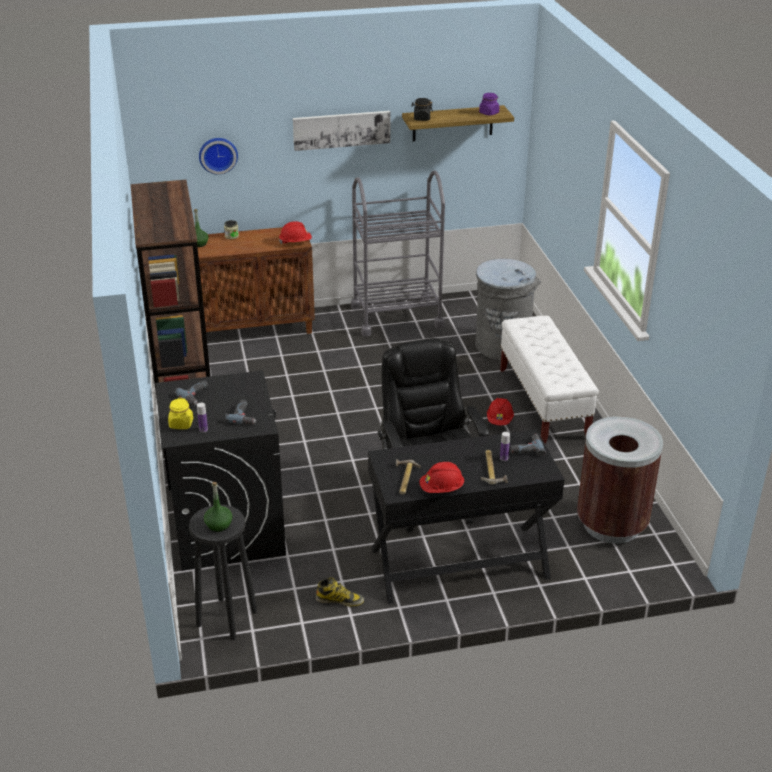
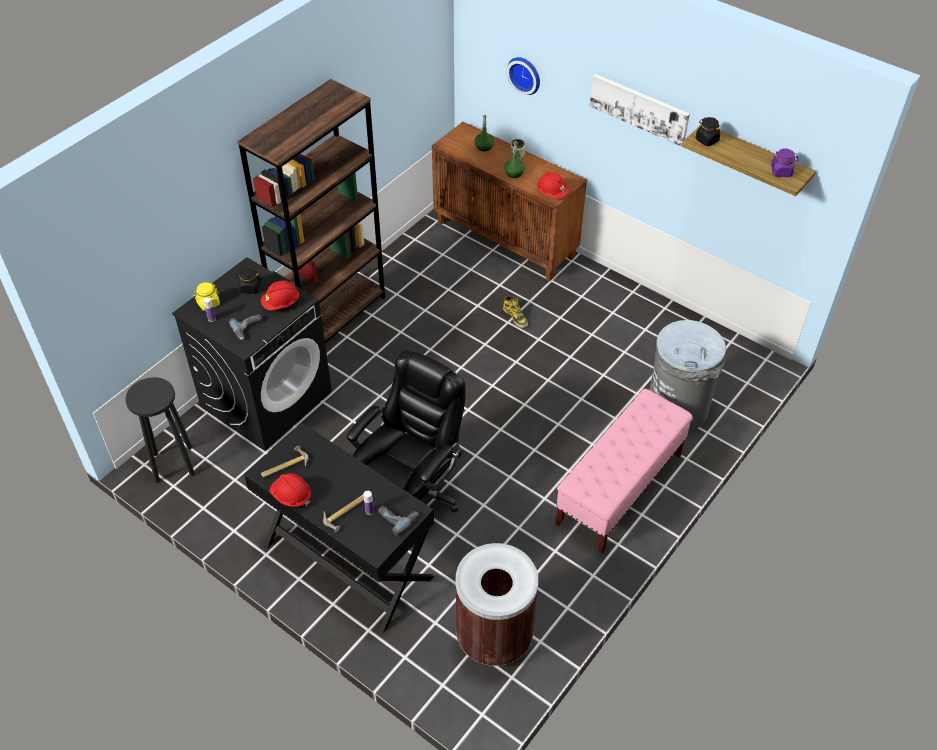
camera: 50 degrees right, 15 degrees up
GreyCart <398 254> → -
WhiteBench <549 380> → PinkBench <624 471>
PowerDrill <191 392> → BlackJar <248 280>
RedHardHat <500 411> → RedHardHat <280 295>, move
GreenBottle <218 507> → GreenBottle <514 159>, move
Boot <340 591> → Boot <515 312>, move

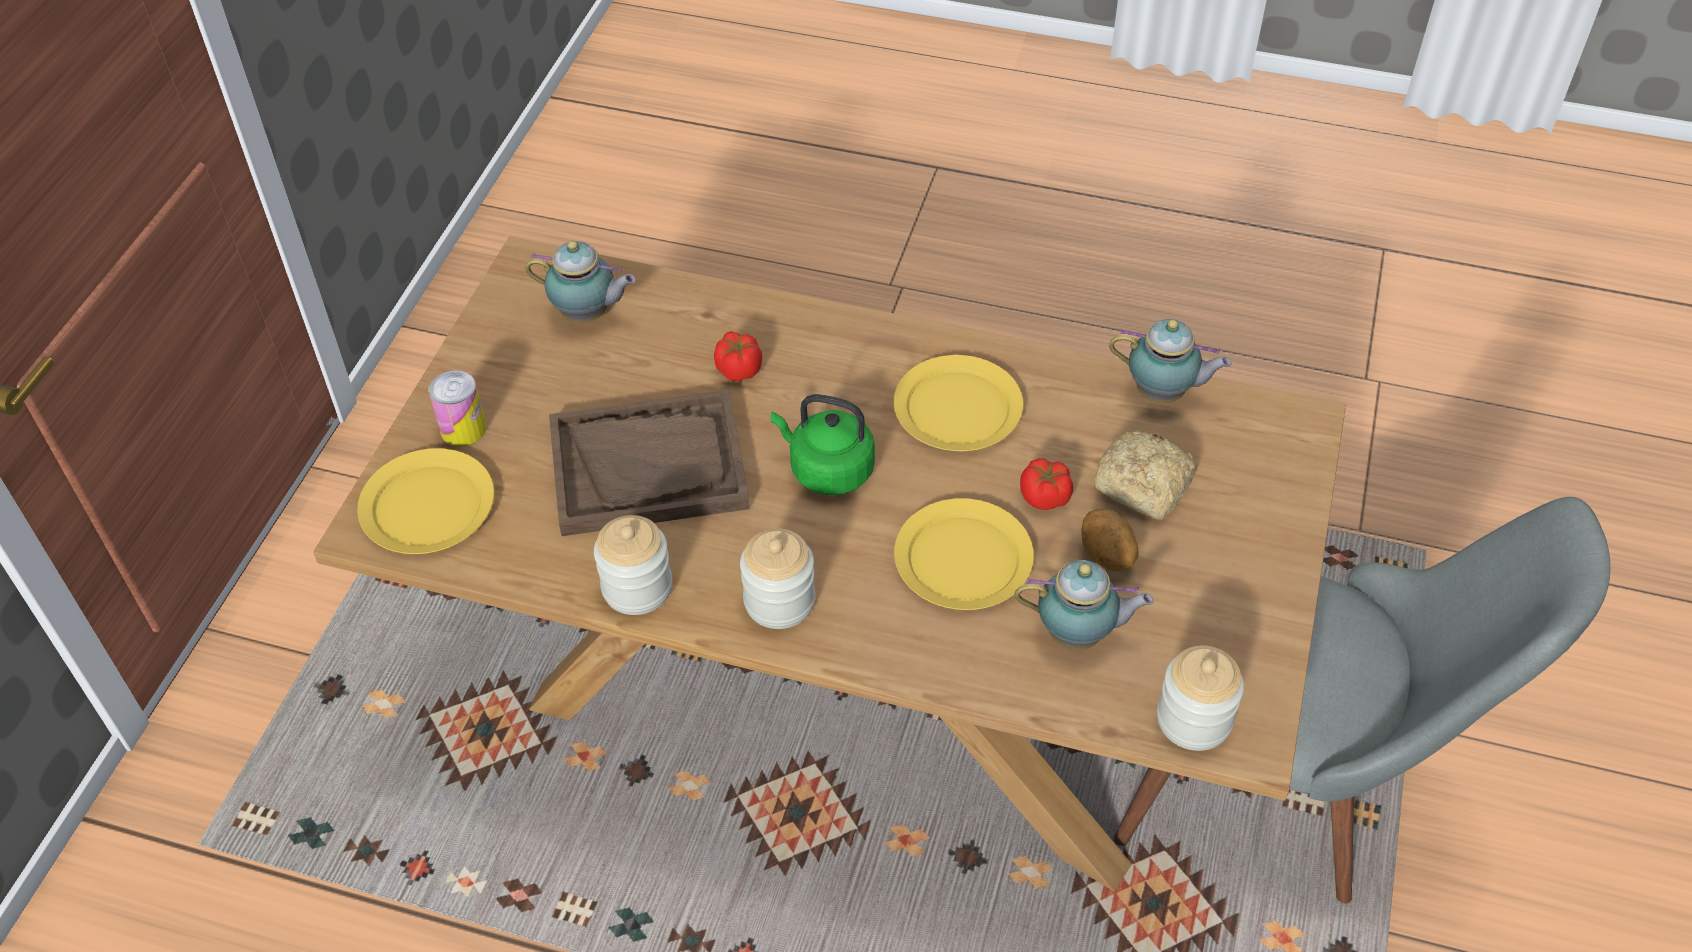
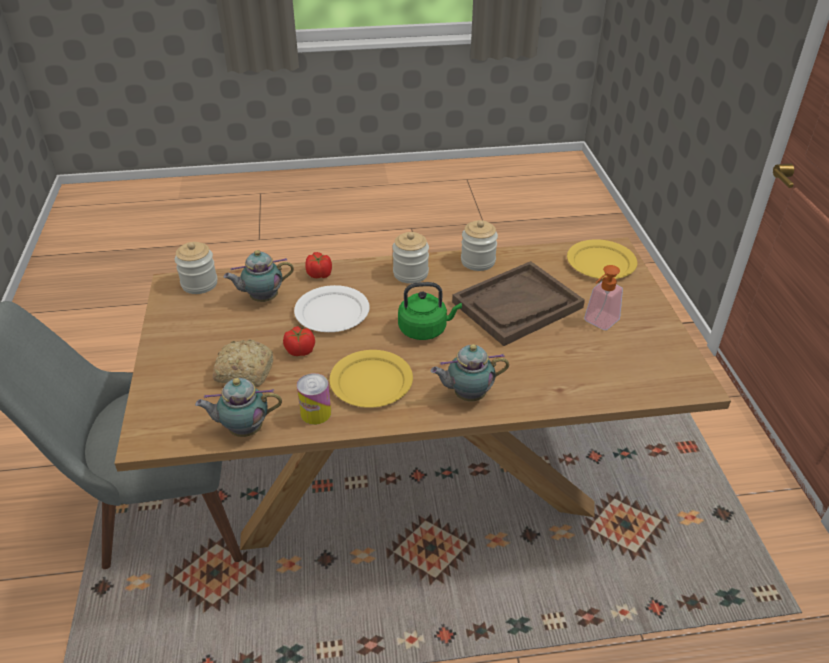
camera: 155 degrees right, 10 degrees down
Teapot <580 282> → Teapot <469 372>, move
Tomato <738 356> → Tomato <318 265>, move
Can <457 408> → Can <314 399>, move
YellowPlate <964 554> → WhitePlate <332 308>
Potato <1110 540> → -
- → SoapDispenser <603 297>

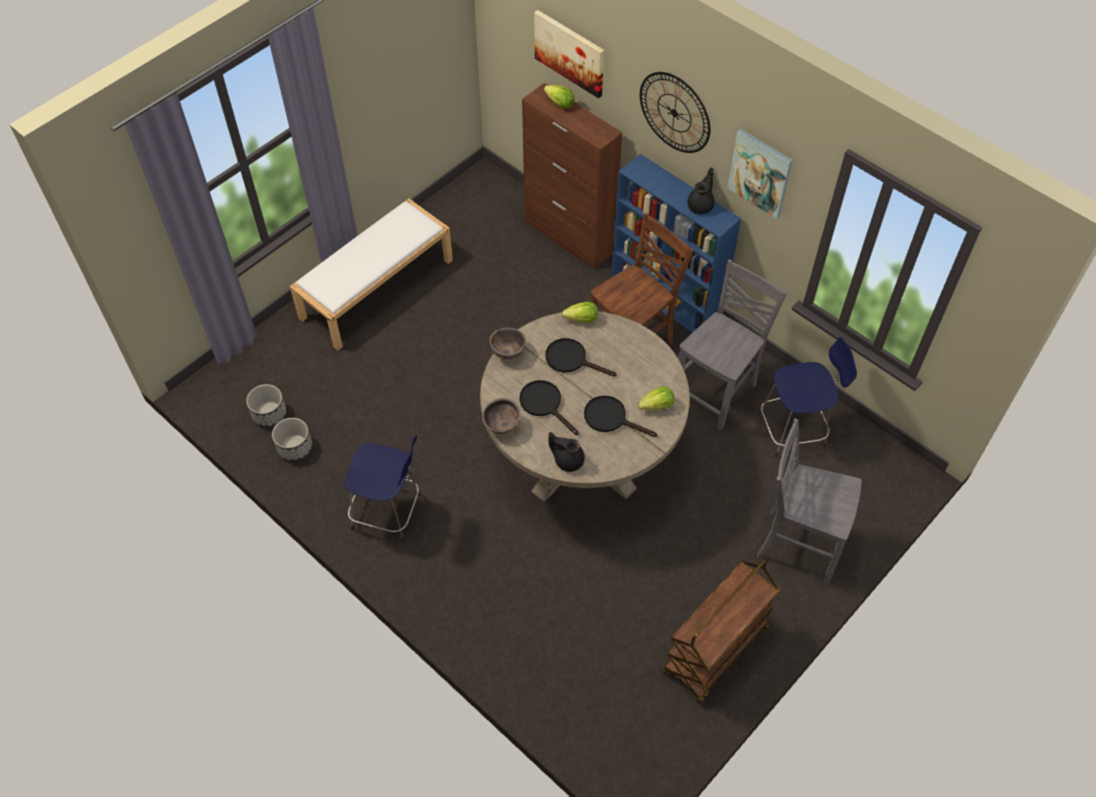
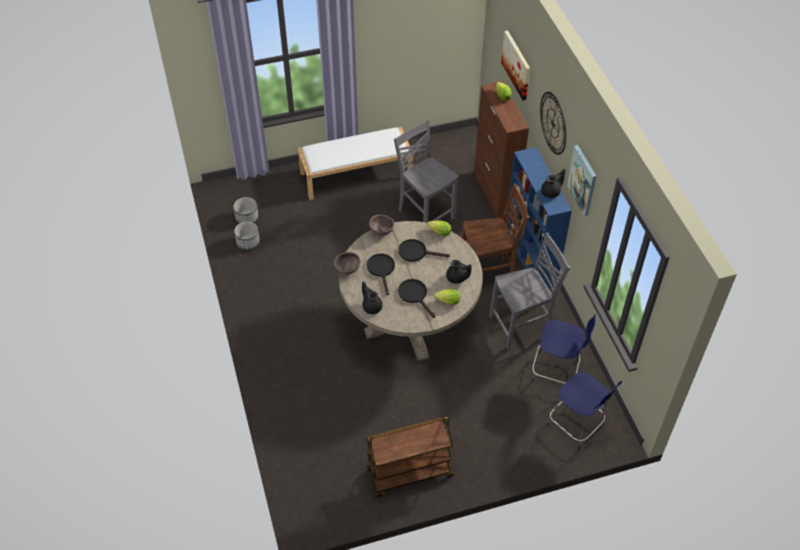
camera: 30 degrees right, 5 degrees down
BlackFryingPan <581 357> → BlackFryingPan <424 250>, 45 degrees counterclockwise
GreyChair <809 502> → GreyChair <426 171>, move
BlueStool <382 489> → BlueStool <584 411>, move
- → BlackTeapot <459 272>

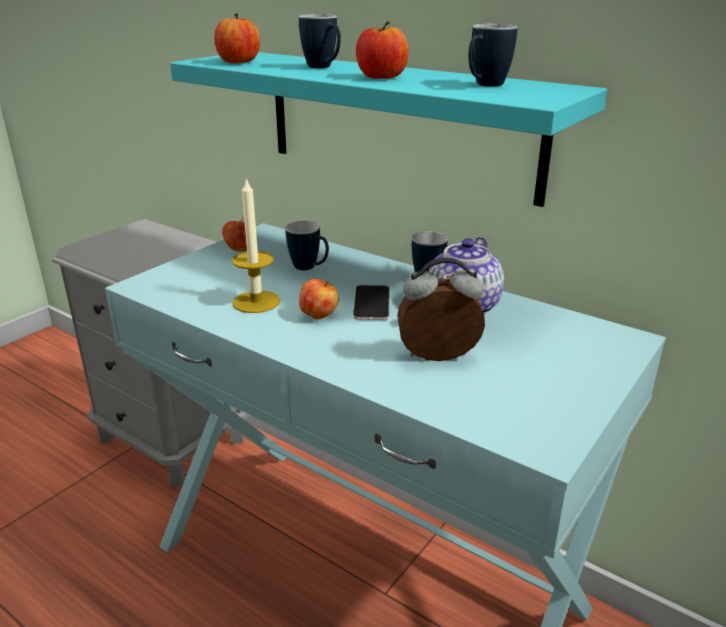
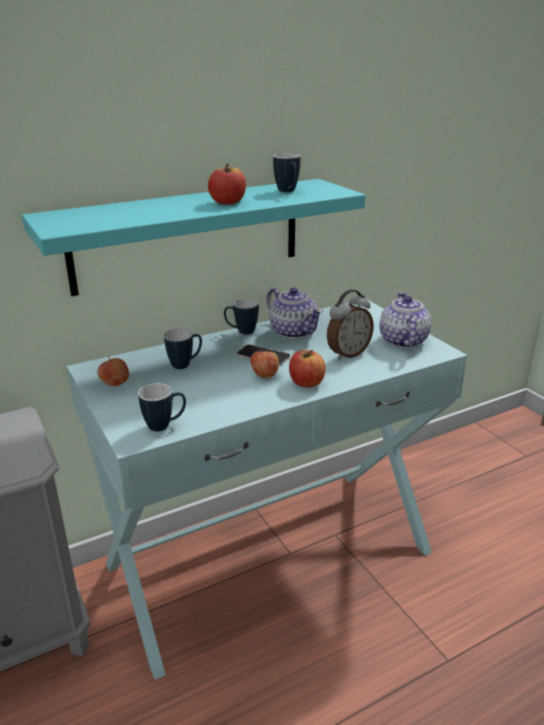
camera: 65 degrees left, 0 degrees up
Apple <237 38> → Apple <307 369>, move
Mug <320 41> → Mug <162 407>, move
Candle <256 245> → -
AlarmClock <441 309> → AlarmClock <350 324>, 150 degrees counterclockwise
- → Teapot <405 320>

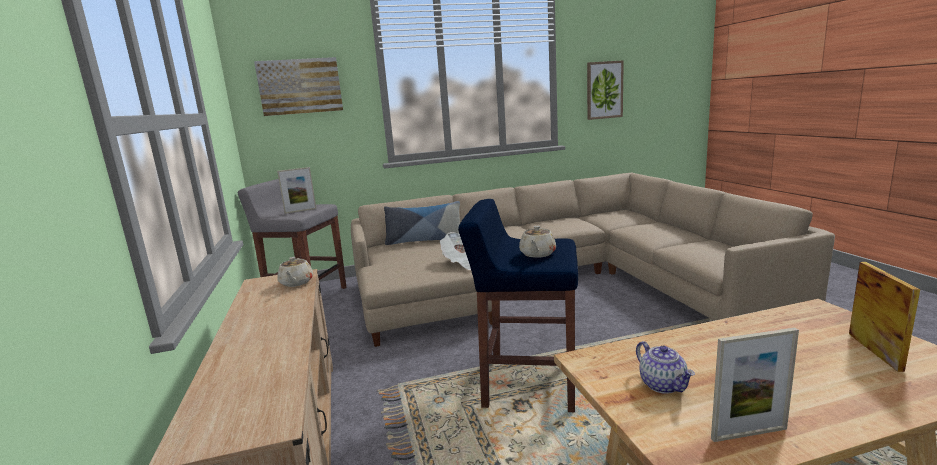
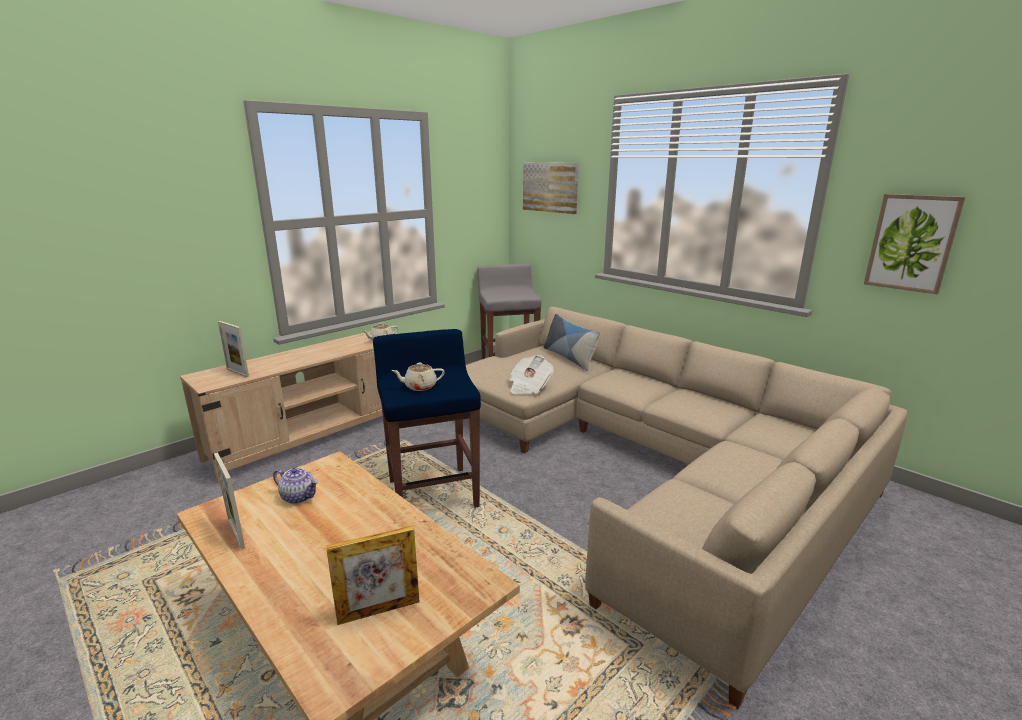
camera: 60 degrees right, 5 degrees up
PictureFrame <296 190> → PictureFrame <233 349>, move
Teapot <665 367> → Teapot <295 486>, 105 degrees counterclockwise

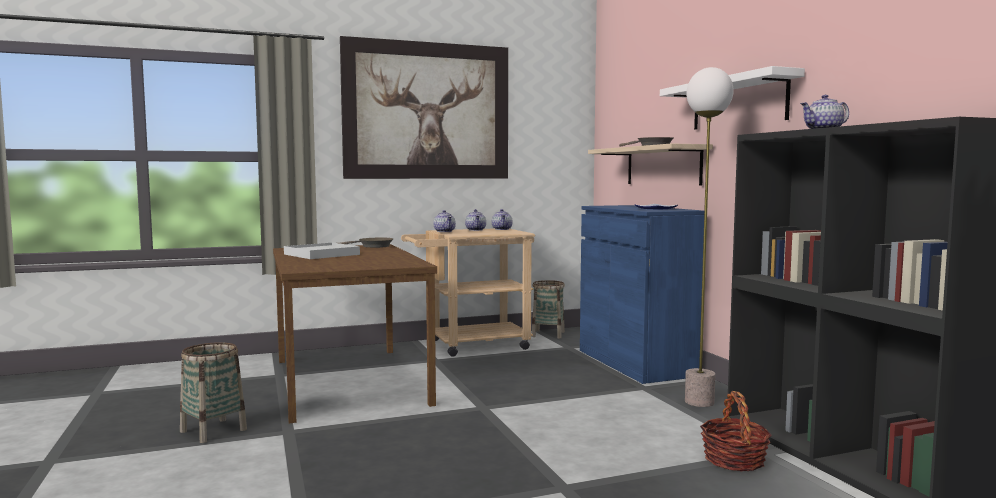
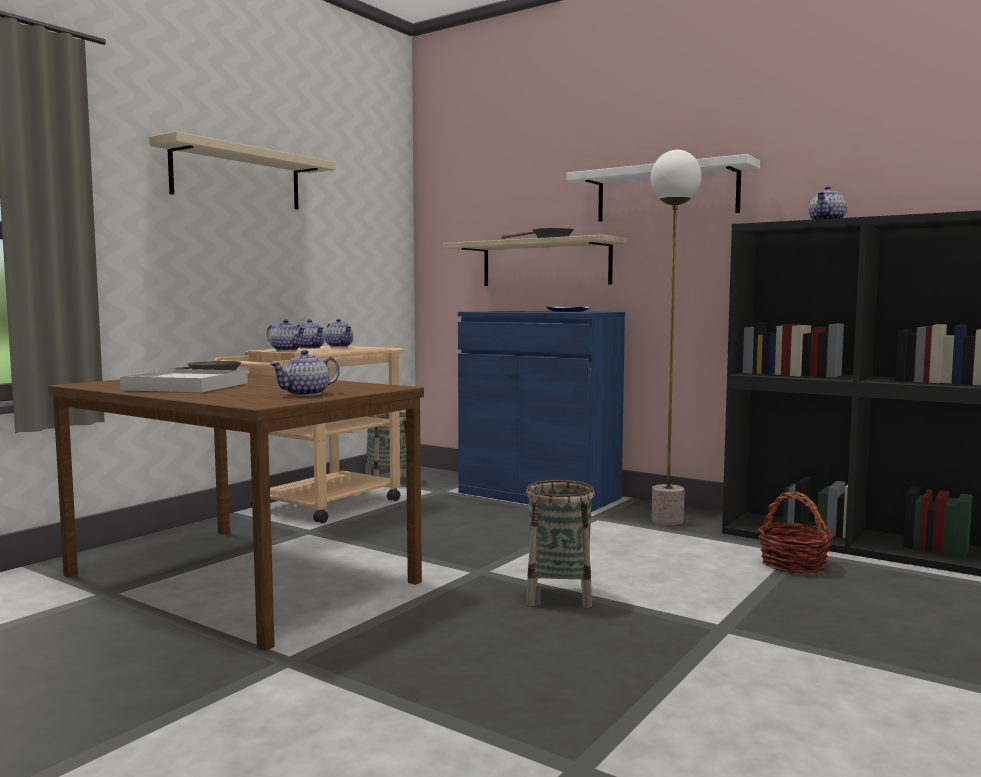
camera: 35 degrees left, 0 degrees up
Picture <424 107> → BeigeShelf <242 170>
Basket <213 392> → Basket <560 544>, move
- → Teapot <305 373>

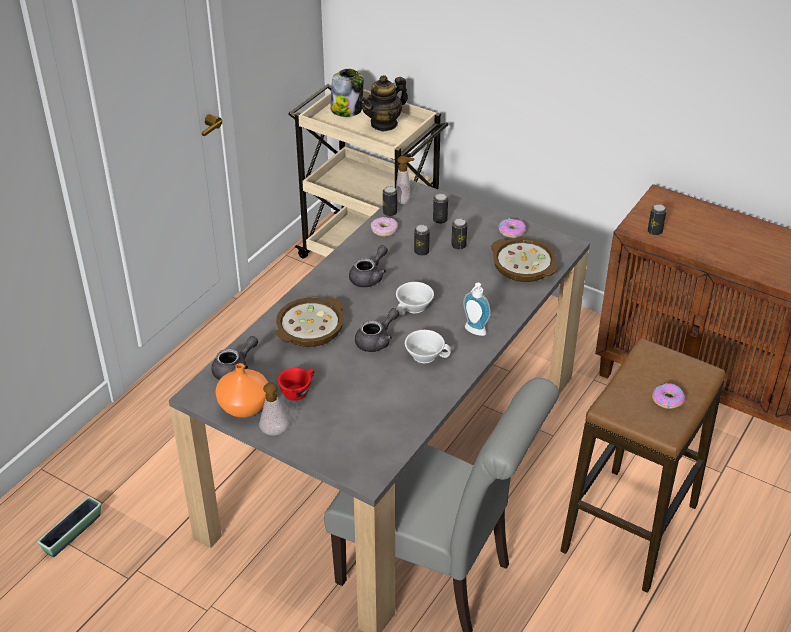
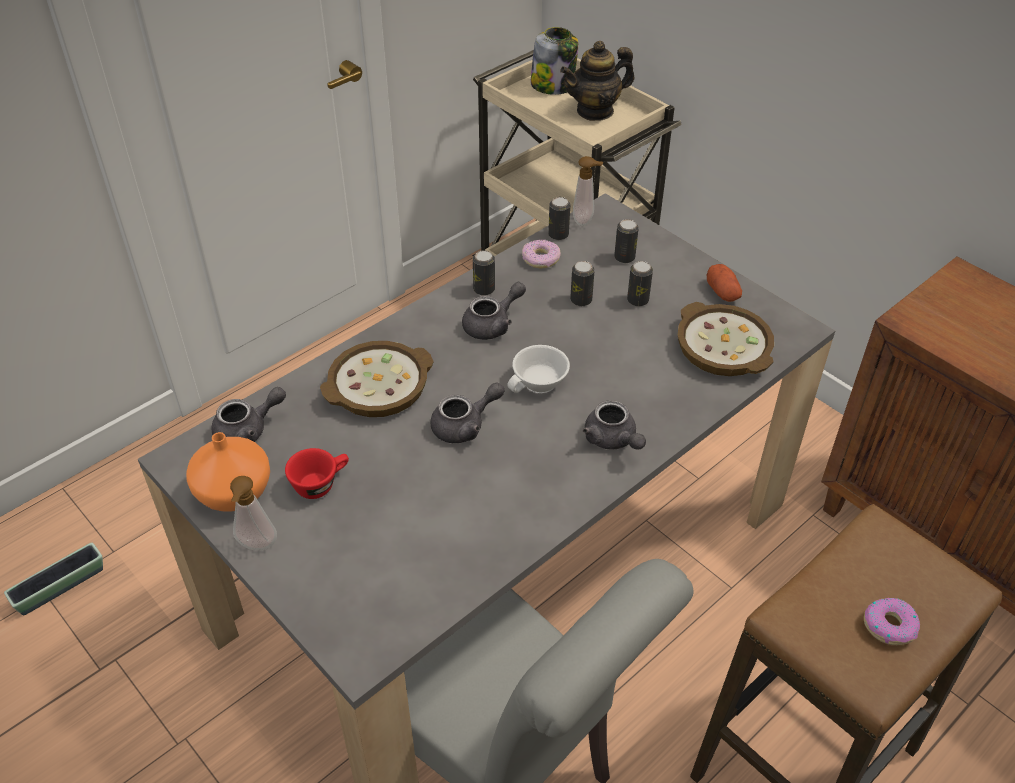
camera: 15 degrees right, 5 degrees up
Can <657 220> → Can <484 273>, move
Donut <512 228> → Potato <724 283>
SoapDispenser <477 309> → GreyTeapot <614 425>
WhiteCup <428 346> → -

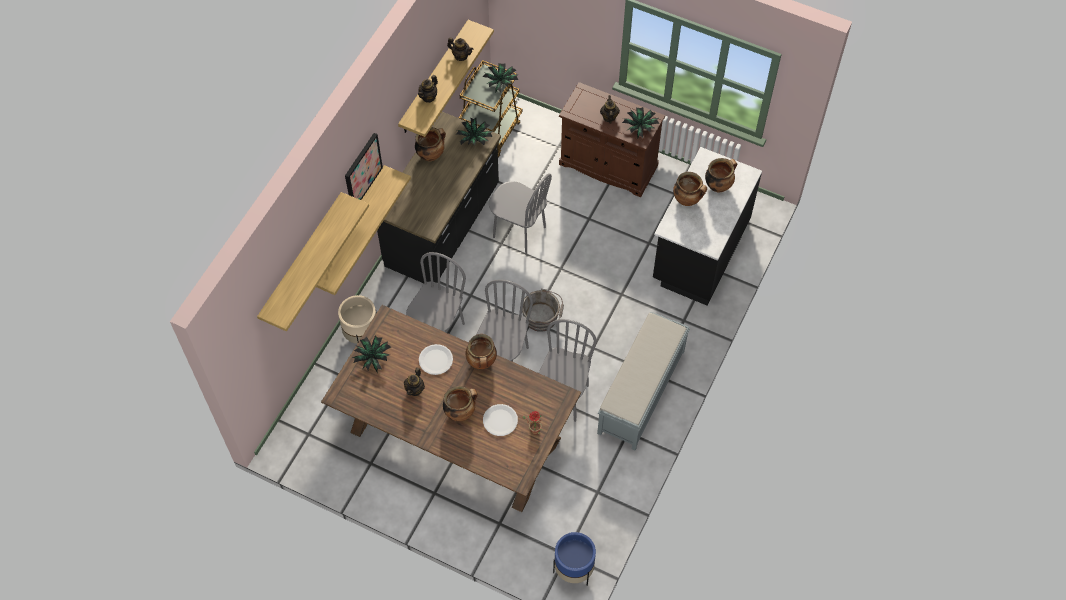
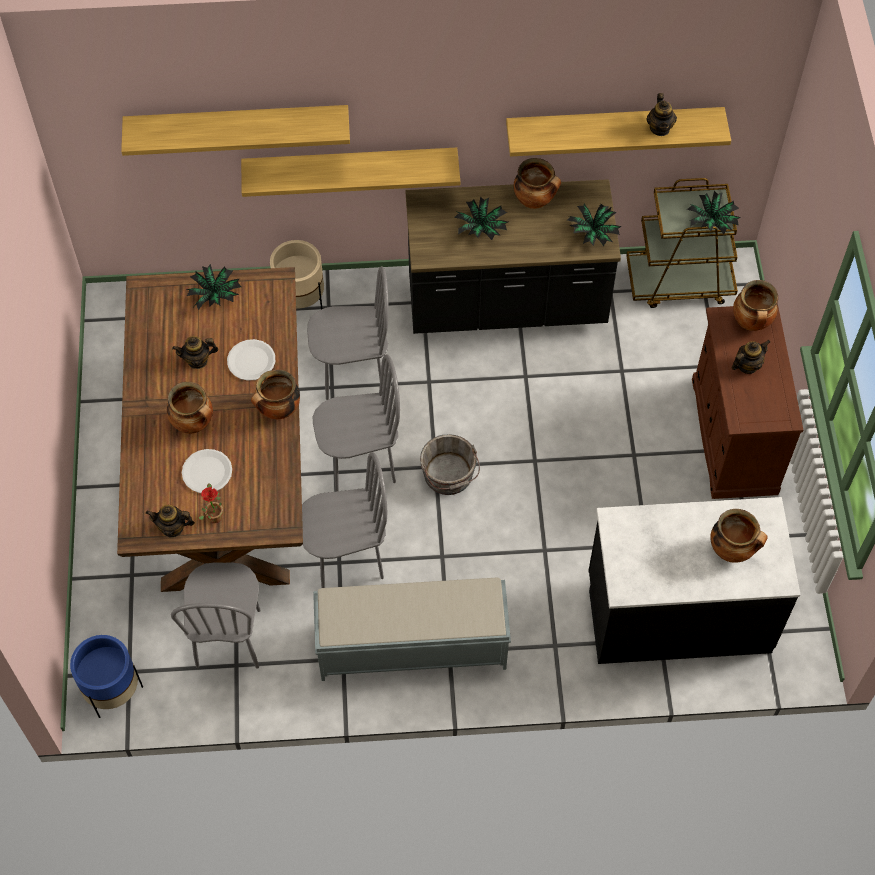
camera: 60 degrees right, 0 degrees up
Teapot <428 89> → Teapot <170 521>, move
PottedPlant <640 122> → PottedPlant <481 218>, move
Picture <364 166> → -
CookingPot <690 189> → CookingPot <755 305>, move
GreyChair <520 214> → GreyChair <216 616>, move

